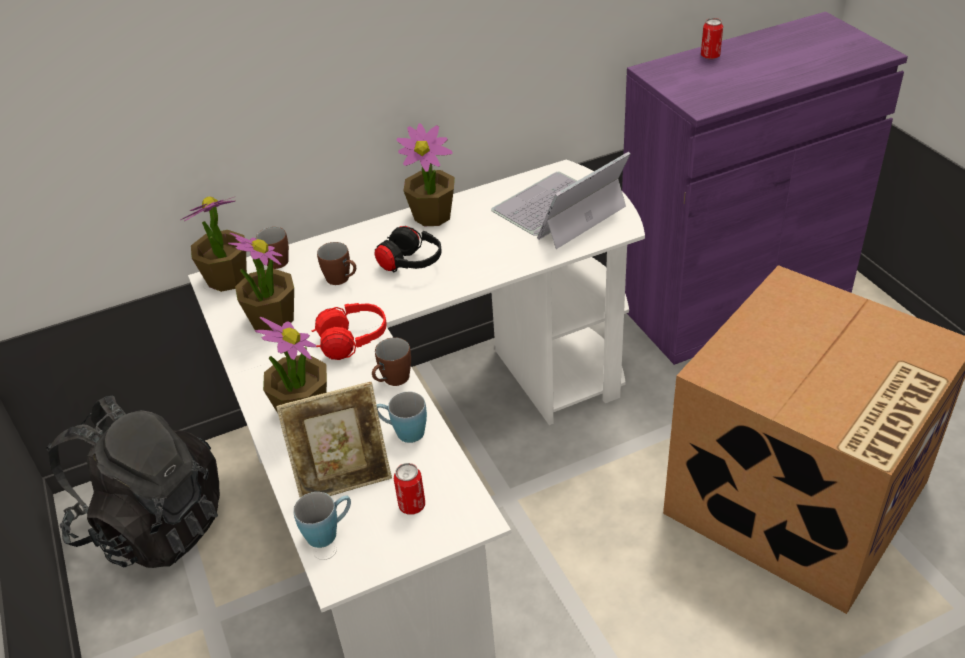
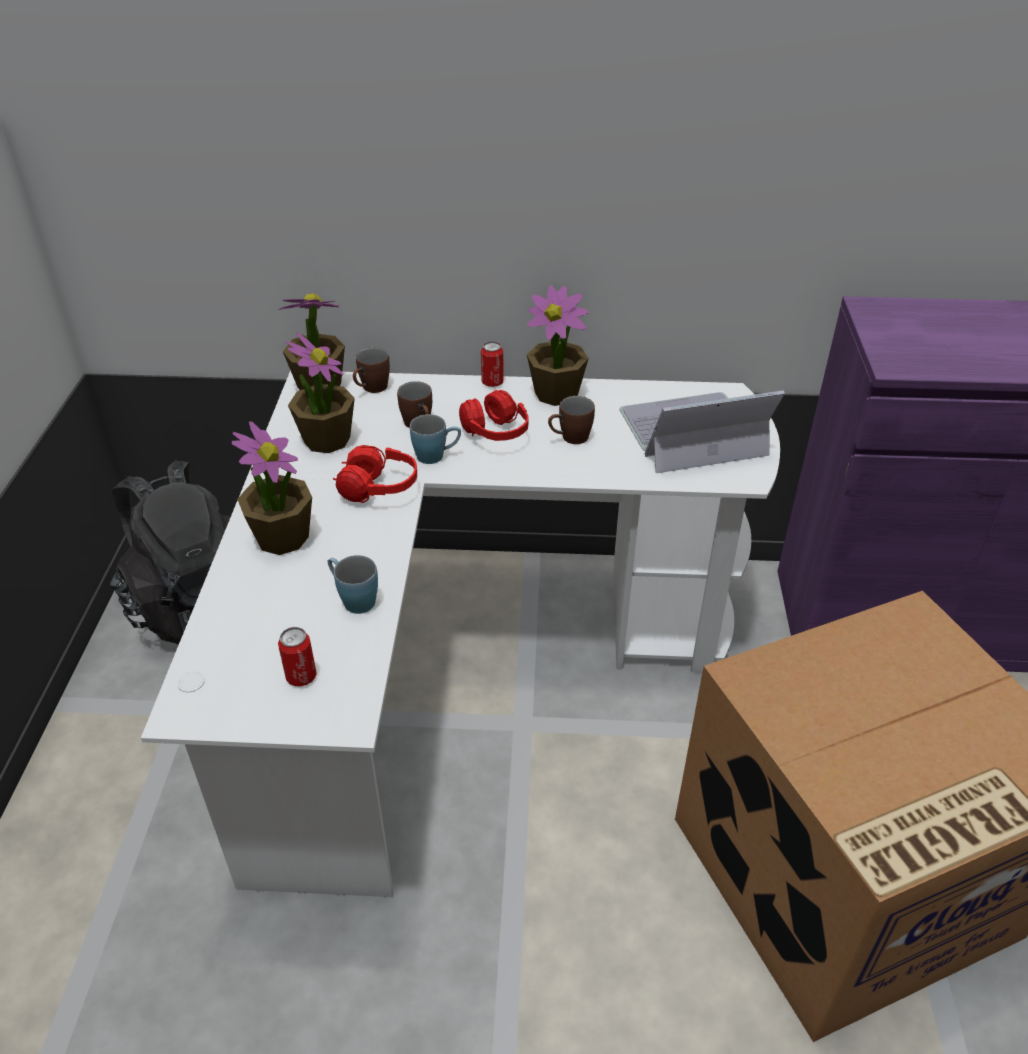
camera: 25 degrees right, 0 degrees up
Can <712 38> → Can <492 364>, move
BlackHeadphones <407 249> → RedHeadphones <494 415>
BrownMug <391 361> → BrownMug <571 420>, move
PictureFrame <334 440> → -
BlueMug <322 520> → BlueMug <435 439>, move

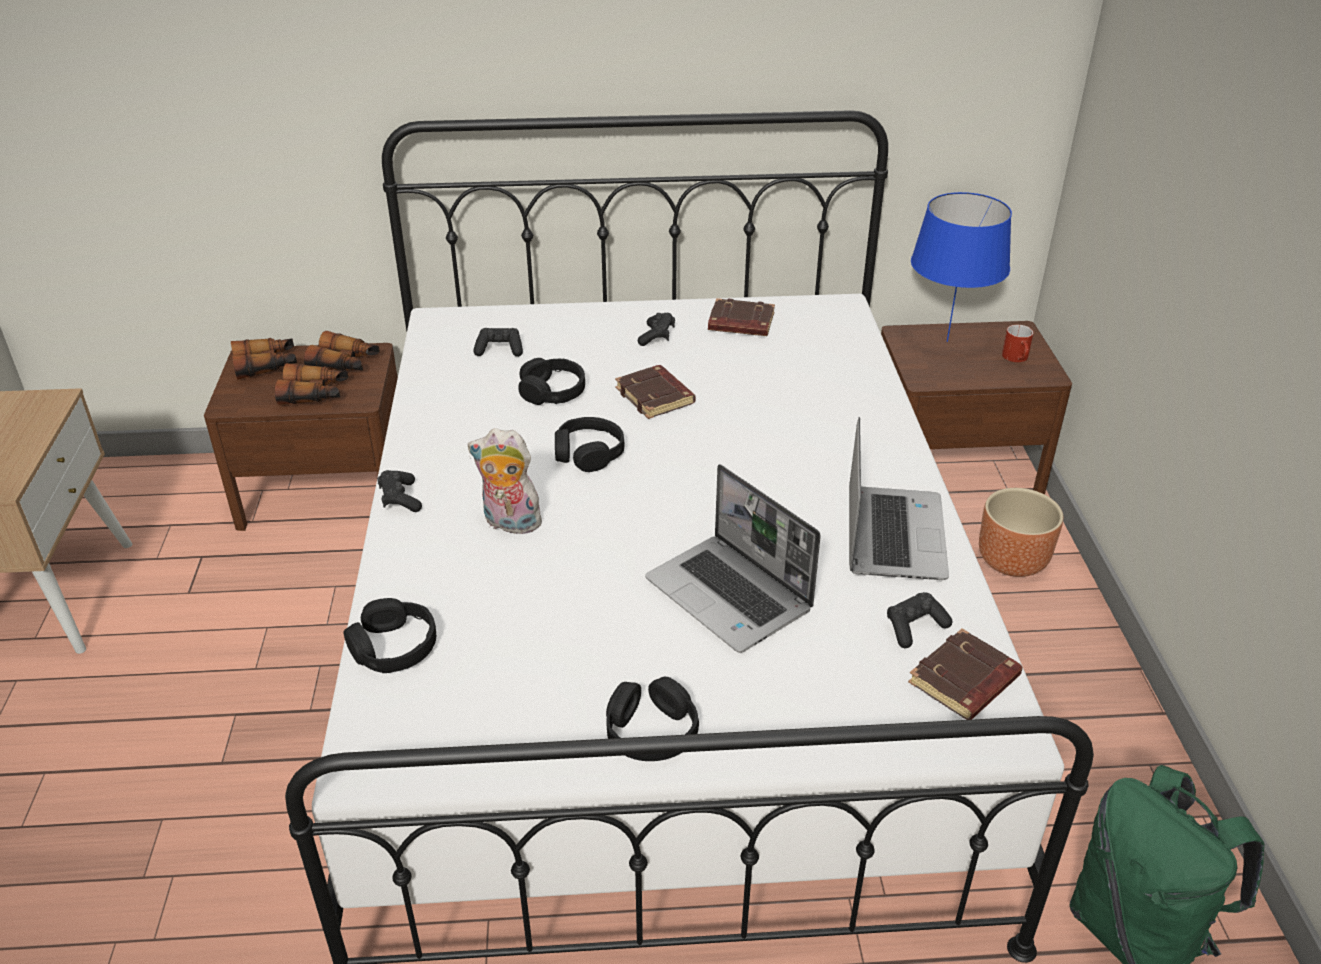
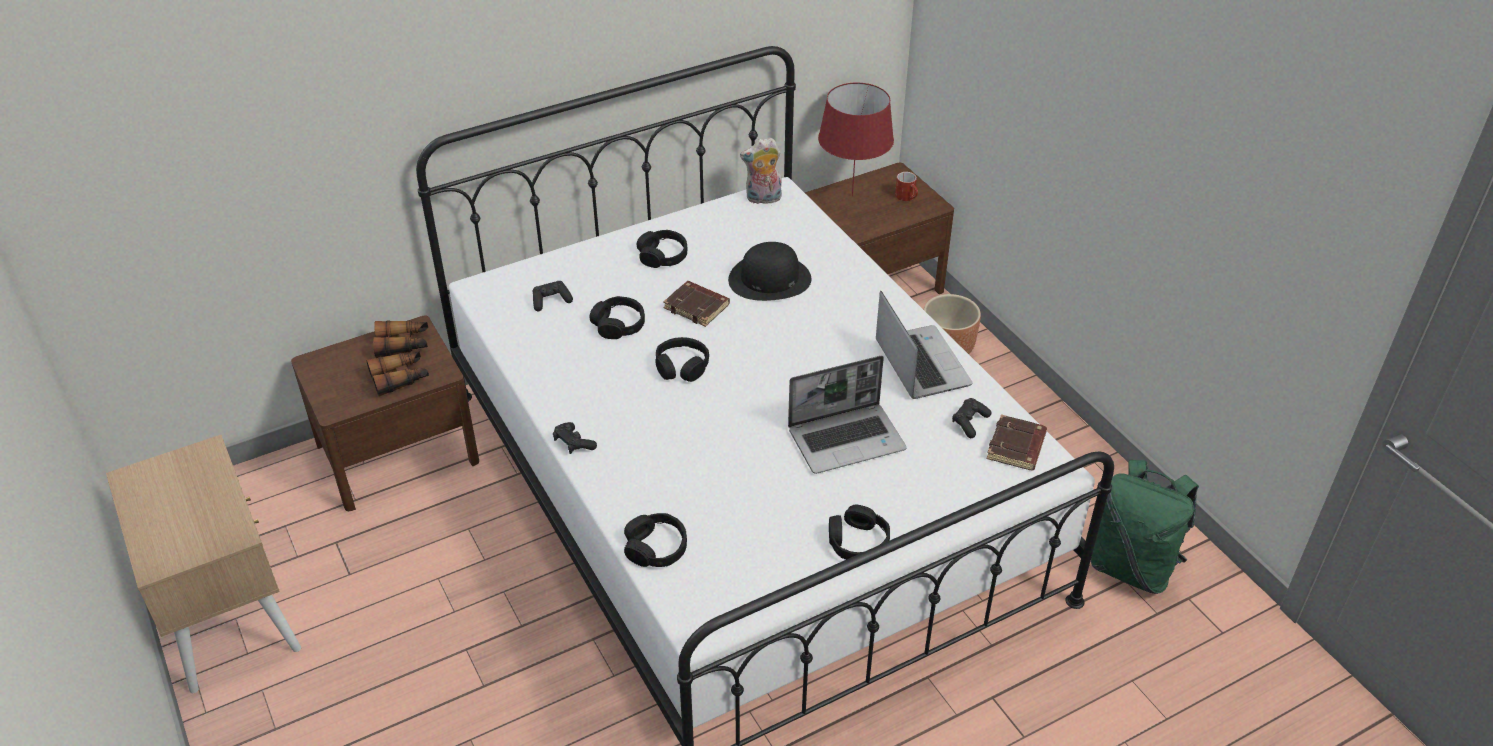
camera: 25 degrees left, 5 degrees up
BlueTableLamp <961 267> → RedTableLamp <856 139>
BrownBook <741 317> → -
BlackGameController <656 329> → BlackHeadphones <662 249>
Binoculars <264 359> → -
PlushToy <507 481> → PlushToy <761 171>, move
Laptop <733 558> → Laptop <847 415>, 45 degrees counterclockwise
- → BlackHat <769 271>

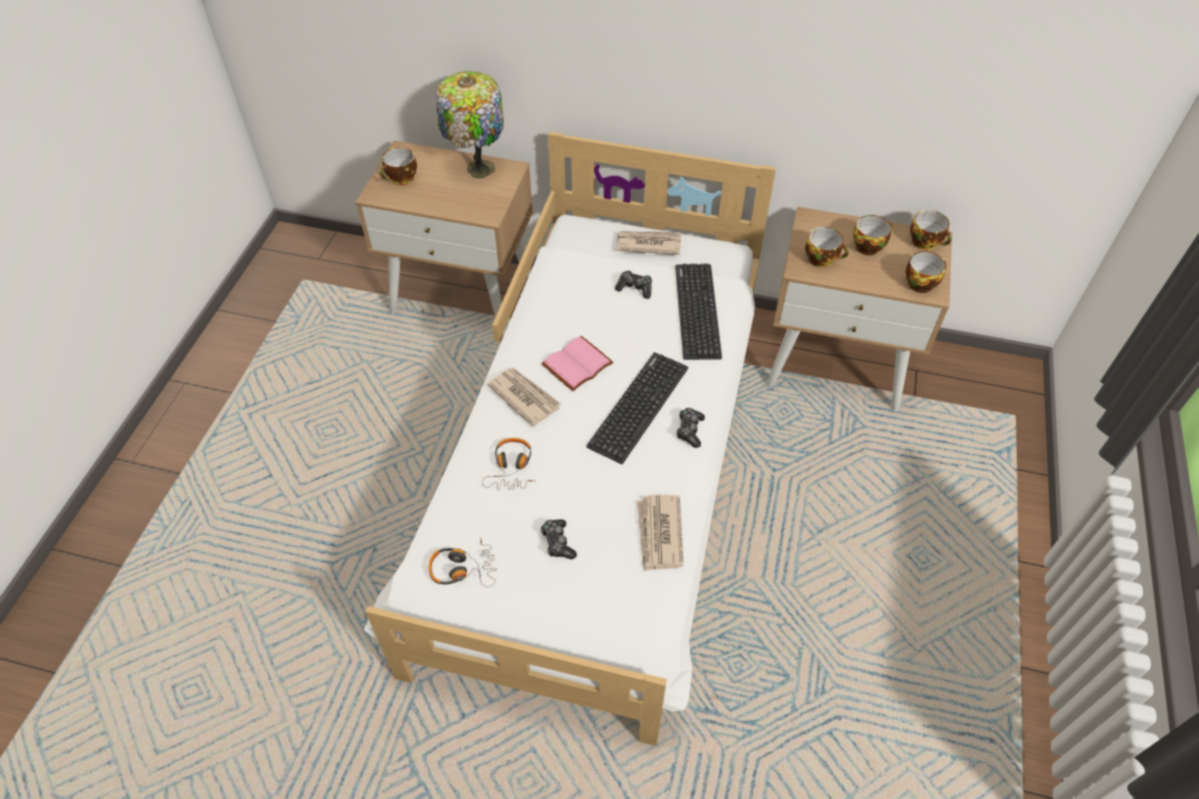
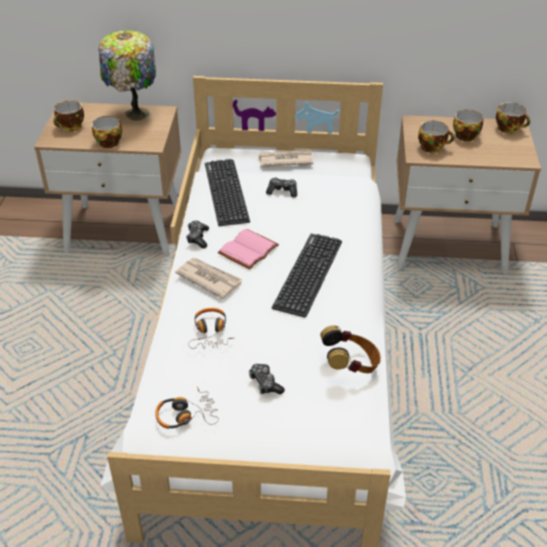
camera: 10 degrees left, 10 degrees down
Cup <926 272> → Cup <107 132>, move
Keyboard <698 312> → Keyboard <227 192>, move
GameController <690 428> → GameController <197 234>, move
Newspaper <660 533> → Headphones <350 349>

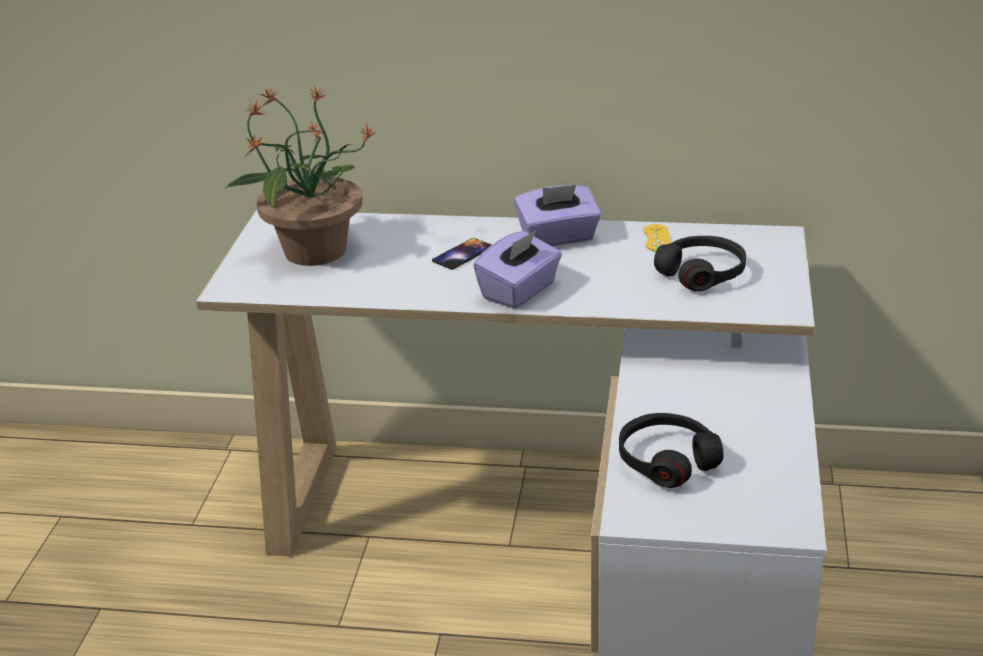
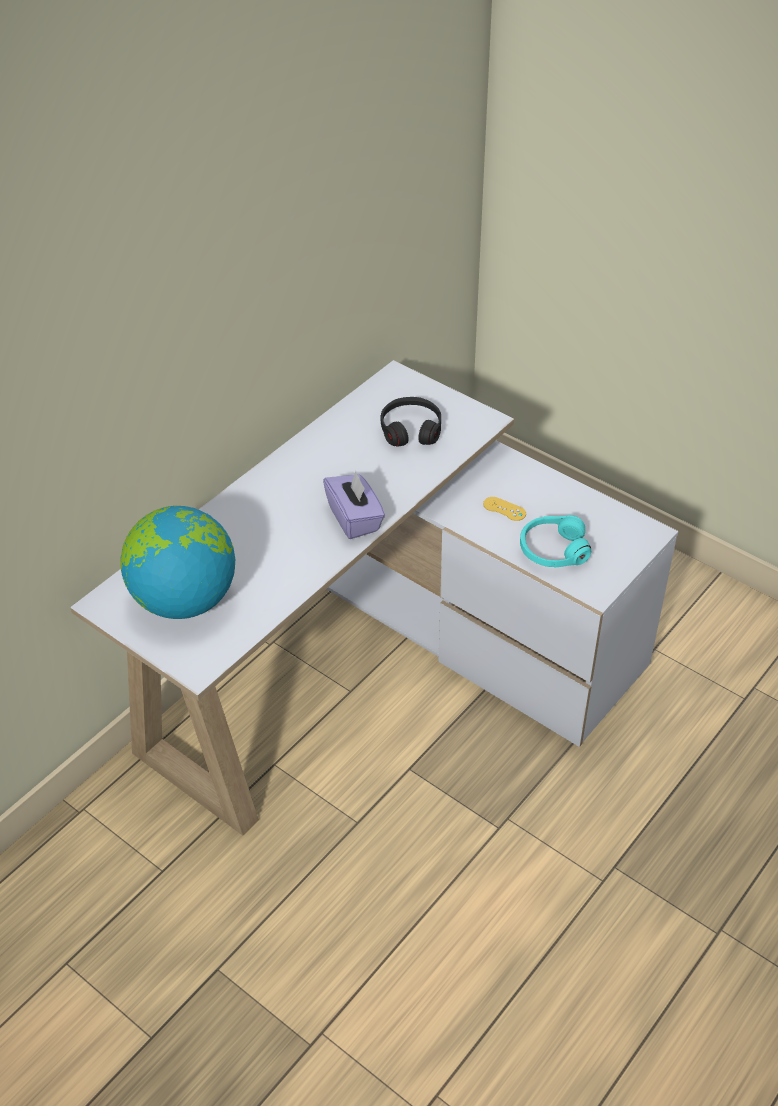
camera: 60 degrees left, 15 degrees up
PottedPlant <300 175> → Globe <177 562>
PurpleTissueBox <557 215> → -
YellowGameController <657 237> → YellowGameController <504 509>, move
Phone <462 253> → -
BlackHeadphones <671 450> → TurquoiseHeadphones <555 541>

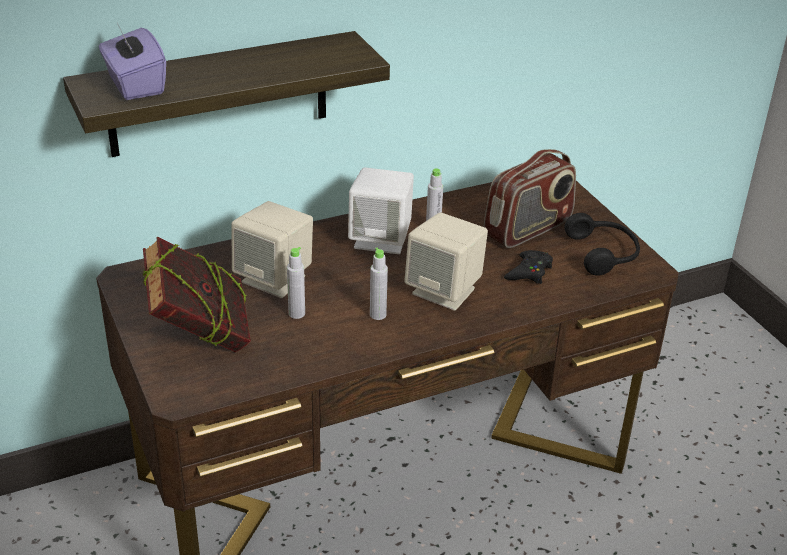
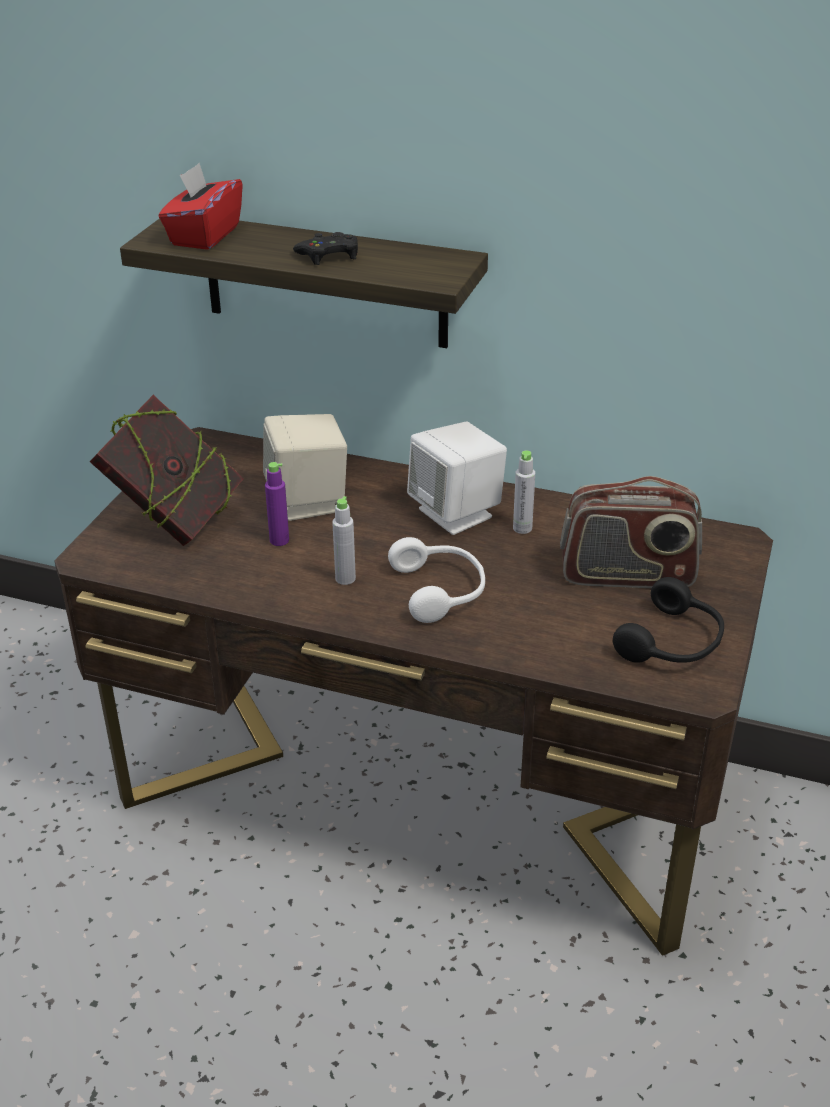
camera: 45 degrees right, 0 degrees up
PurpleTissueBox <132 61> → RedTissueBox <201 206>
BeigeSpeaker <446 261> → WhiteHeadphones <436 580>
GreyBottle <296 283> → PurpleBottle <277 504>
BlackGameController <528 267> → BlackGameController <325 248>, move

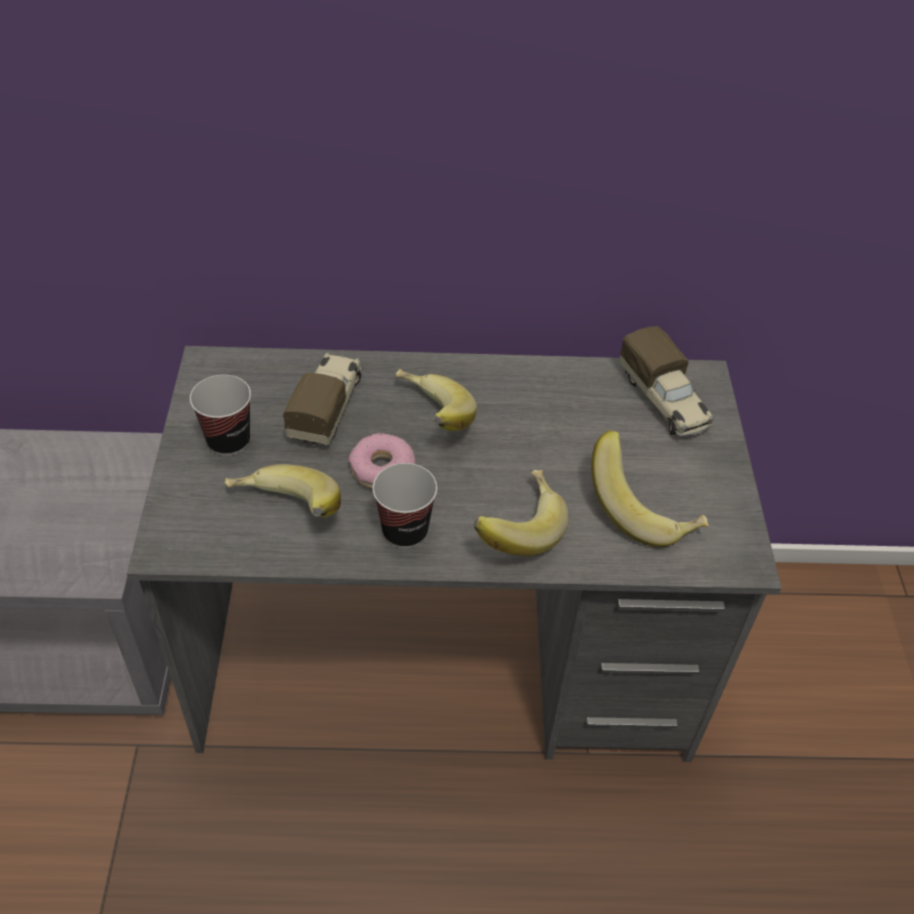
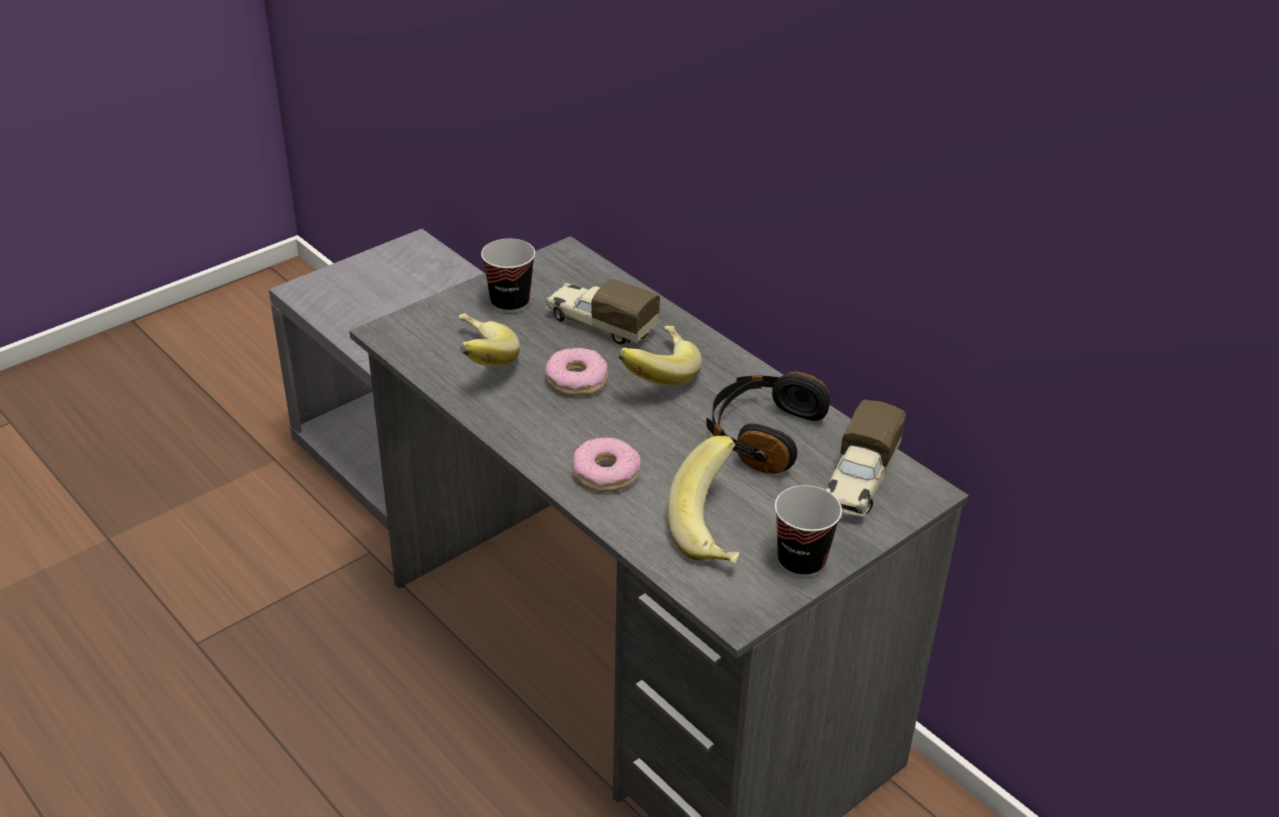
camera: 50 degrees right, 10 degrees down
ToyTruck <322 399> → ToyTruck <602 312>, 120 degrees counterclockwise
Cup <404 505> → Cup <808 531>, move
Banana <521 513> → Donut <607 464>
- → BlackHeadphones <768 423>

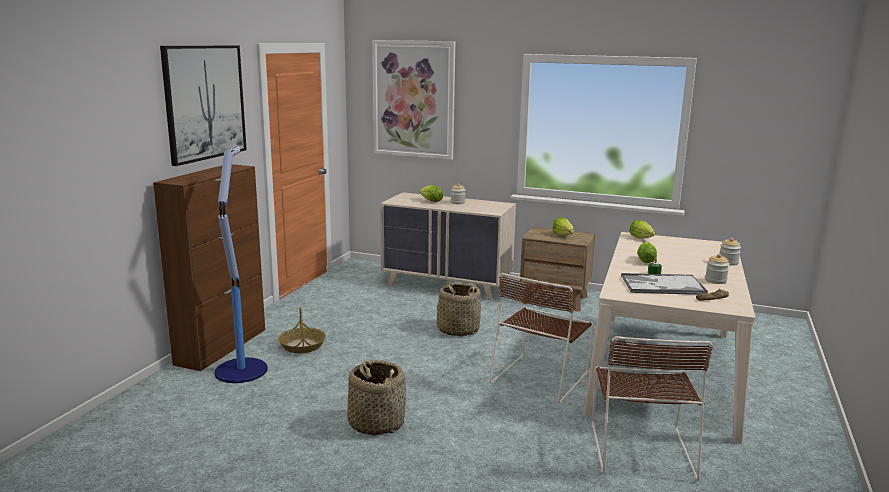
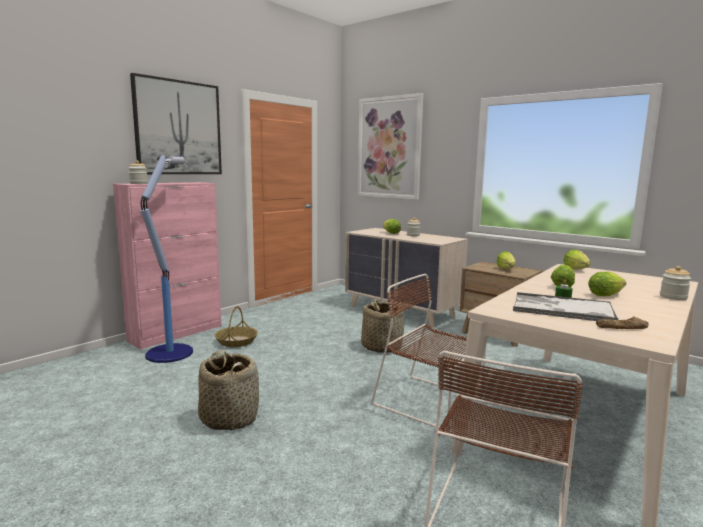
camera: 20 degrees right, 5 degrees down
BrownCabinet <209 267> → PinkCabinet <167 265>
Jar <717 269> → Jar <138 172>, move
BrownChair <541 338> → BrownChair <429 352>, 75 degrees clockwise
- → Lettuce <607 284>

